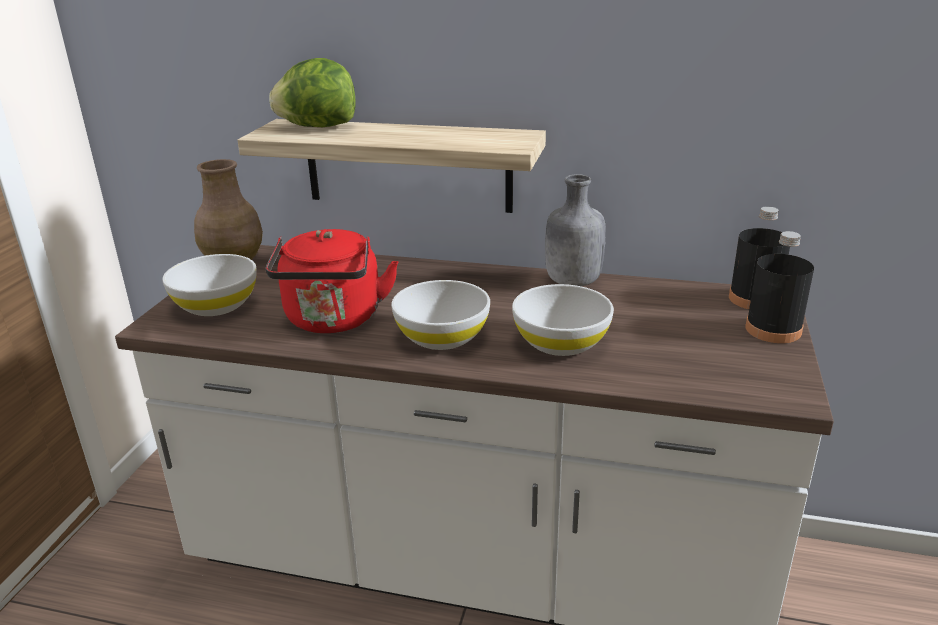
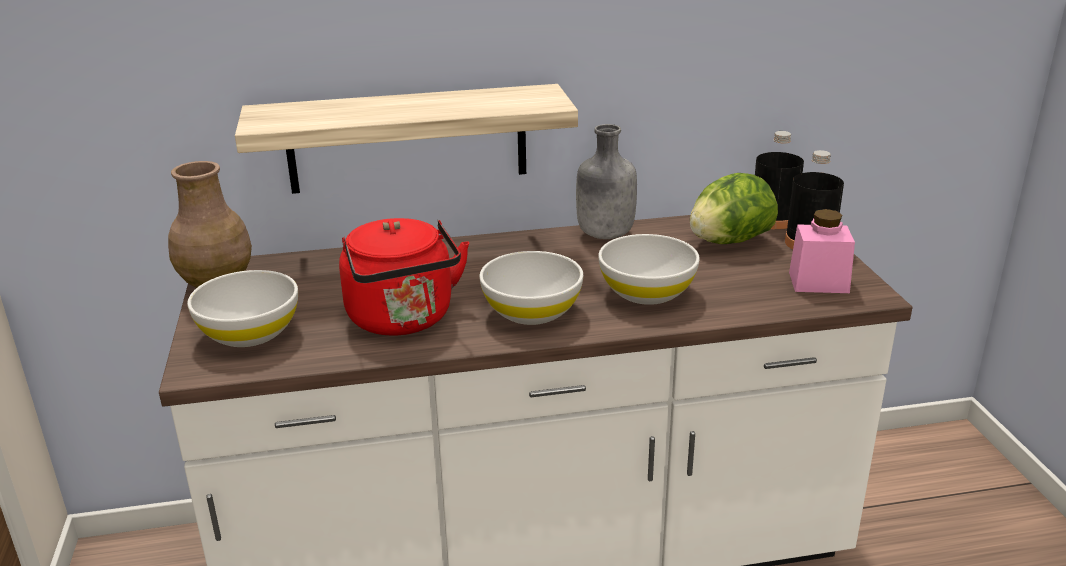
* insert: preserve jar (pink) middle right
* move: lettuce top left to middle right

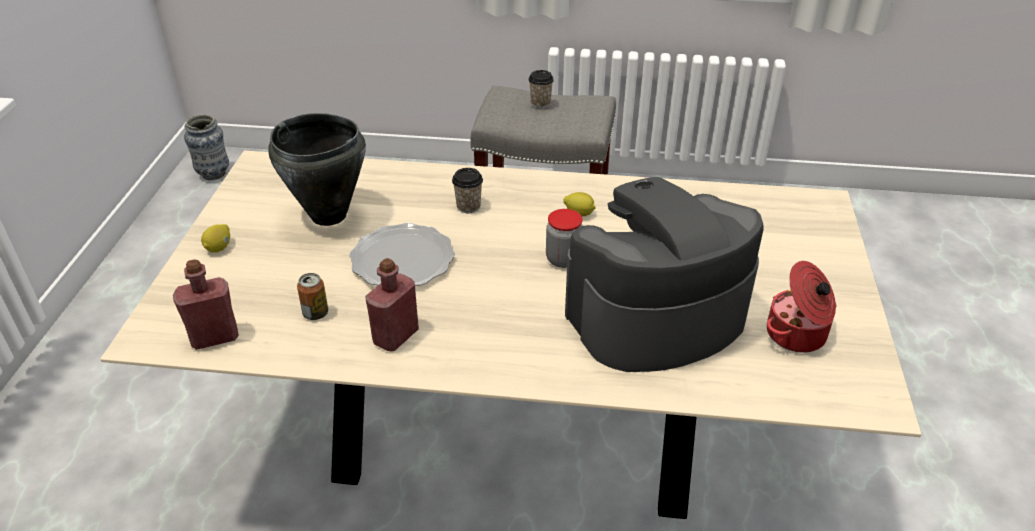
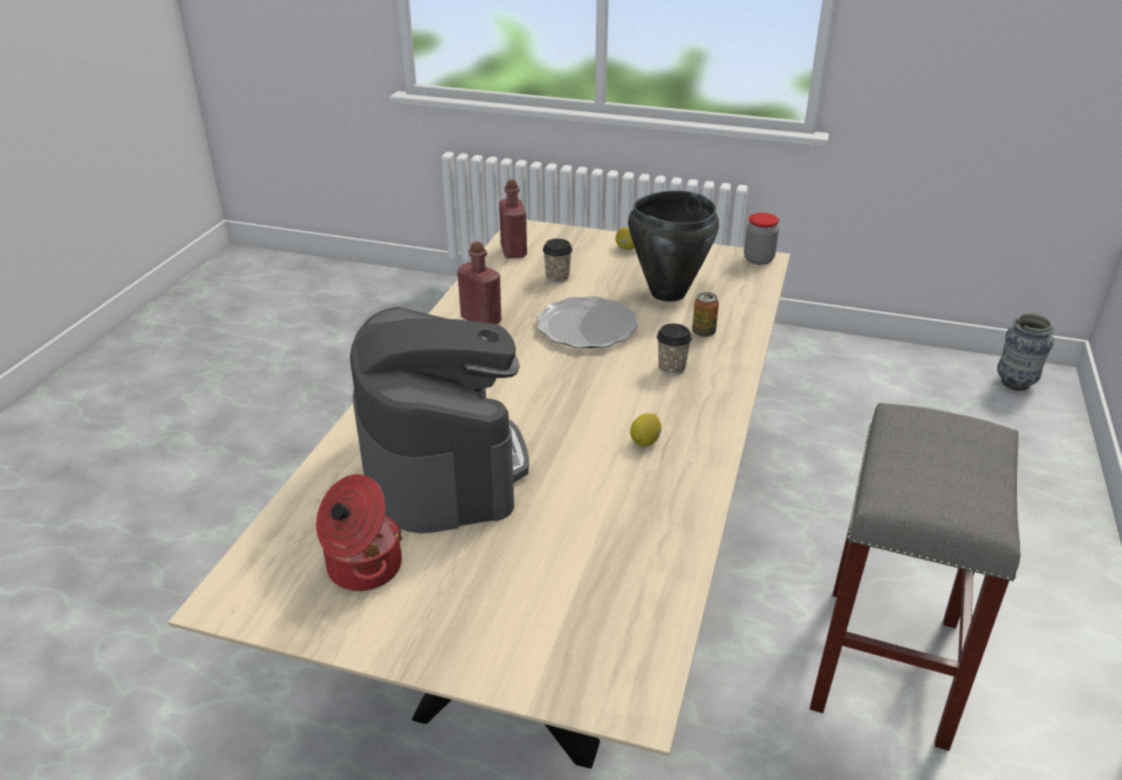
* move: can middle left to centre
* move: cup (2nd from left in the first image) top centre to cup (1st from left) centre
* move: preserve jar centre to top right

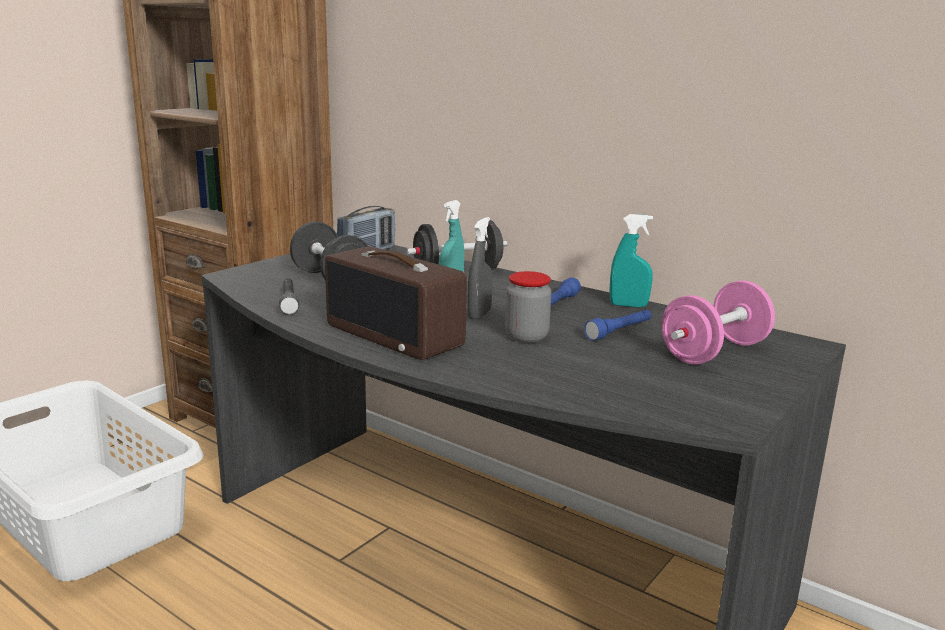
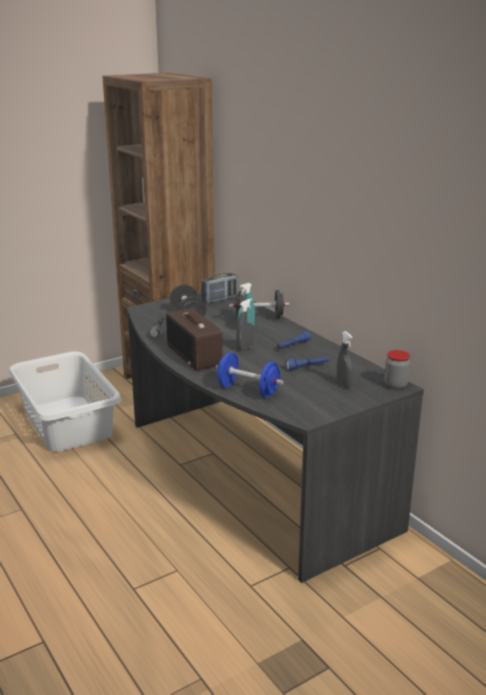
* delete: hand sprayer (blue-green) (2nd from left) middle right
* insert: hand weight (blue) centre
* move: preserve jar centre to middle right
* replace: hand weight (pink) middle right to hand sprayer (greyish) (2nd from left) middle right

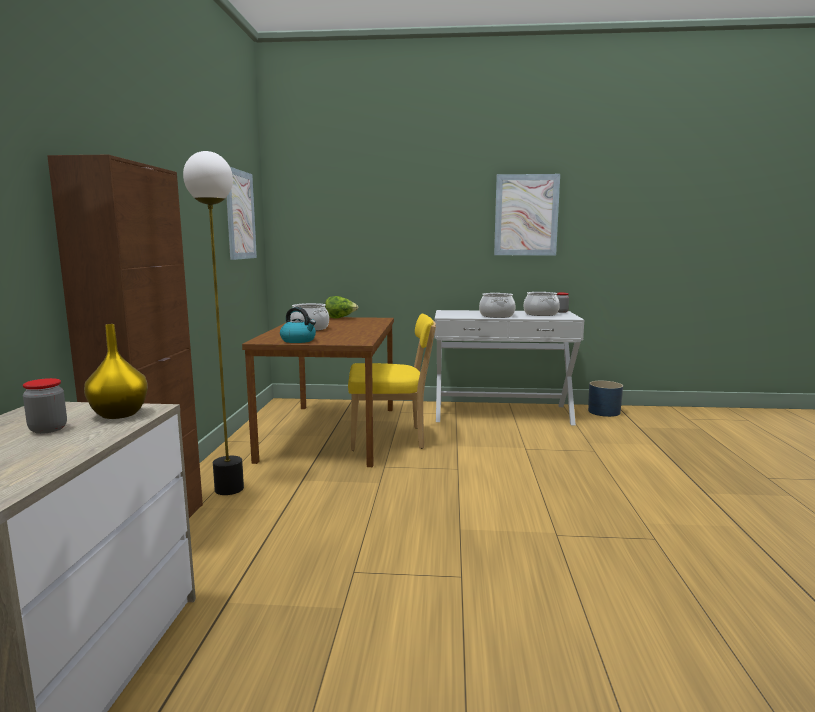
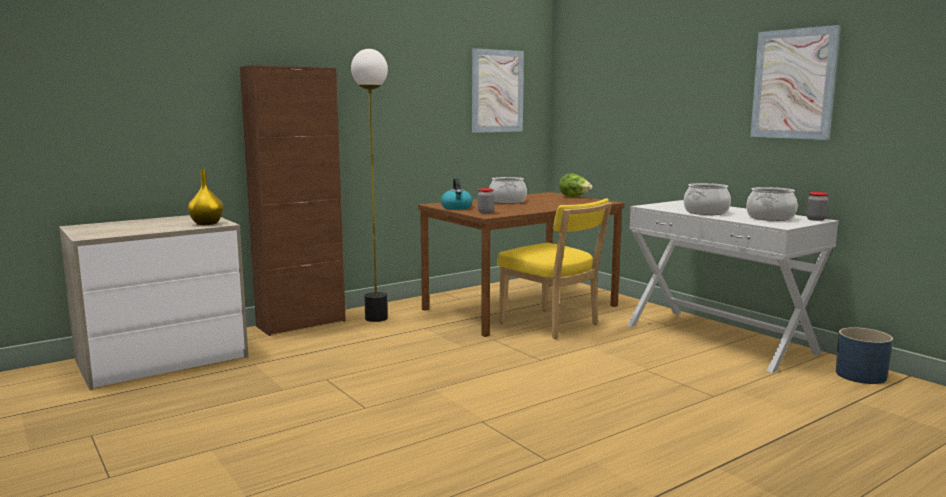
* move: preserve jar (1st from left) middle left to centre

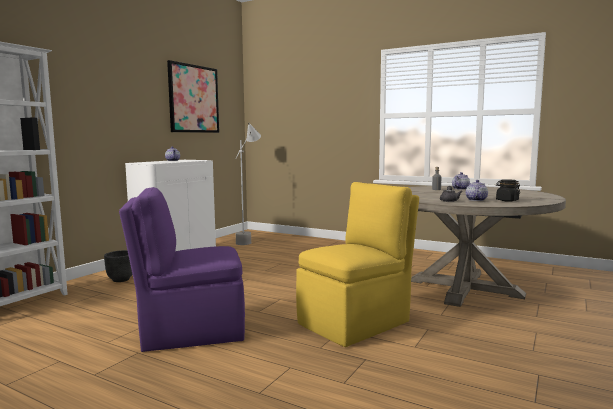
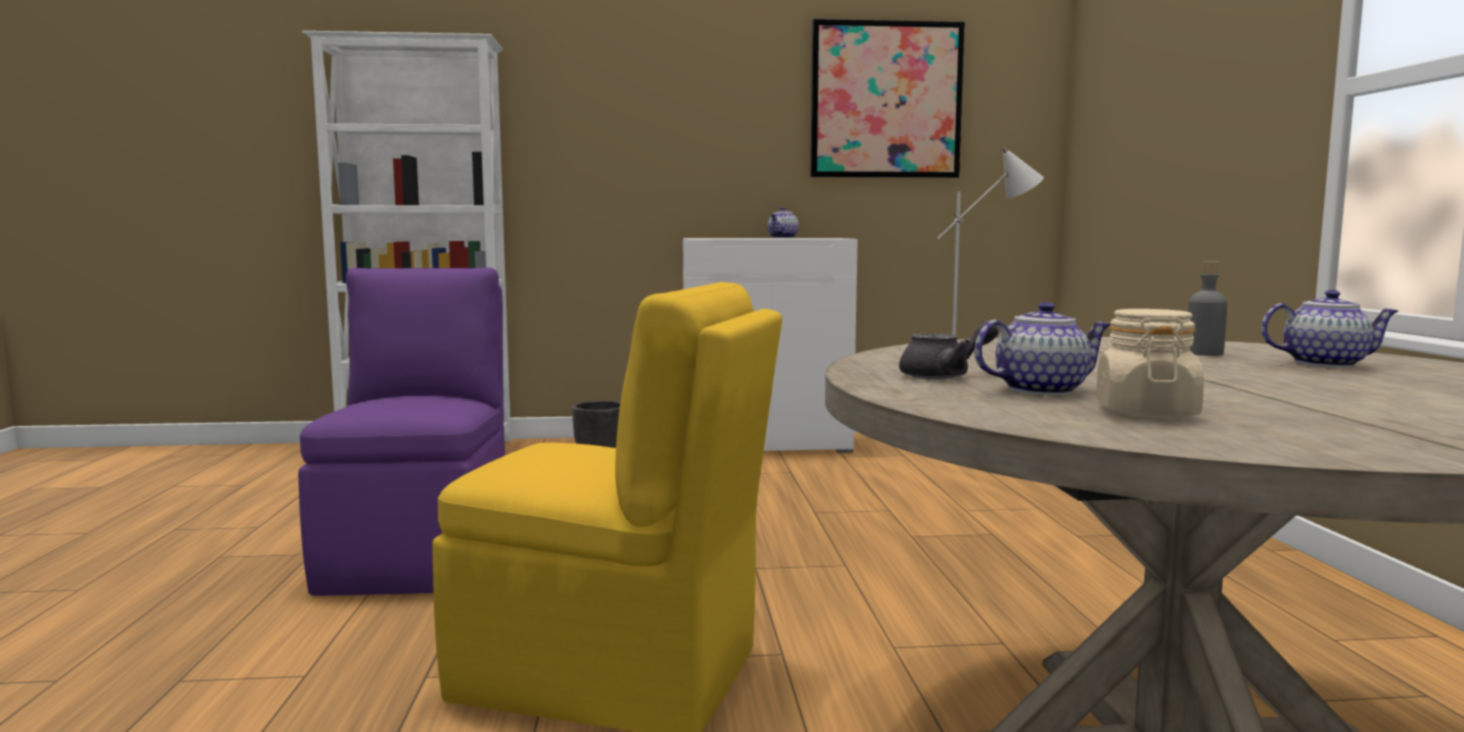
* recolor: preserve jar (black) middle right to preserve jar (beige-coloured) middle right
* rotate: plain chair (purple-coloured) middle left = middle left 45 degrees clockwise

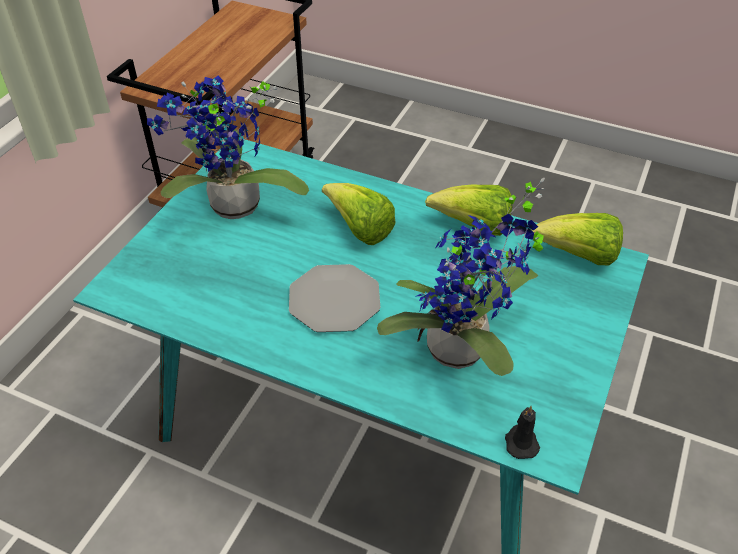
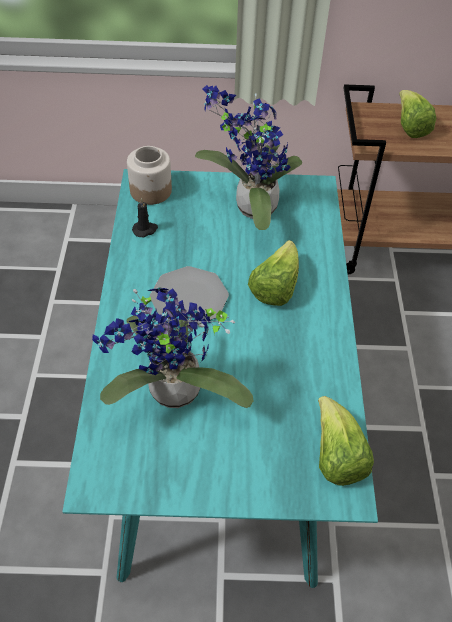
* insert: preserve jar top left
* move: lettuce (2nd from left in the first image) centre to lettuce (3rd from left) top right
* move: wax light (black) bottom right to middle left

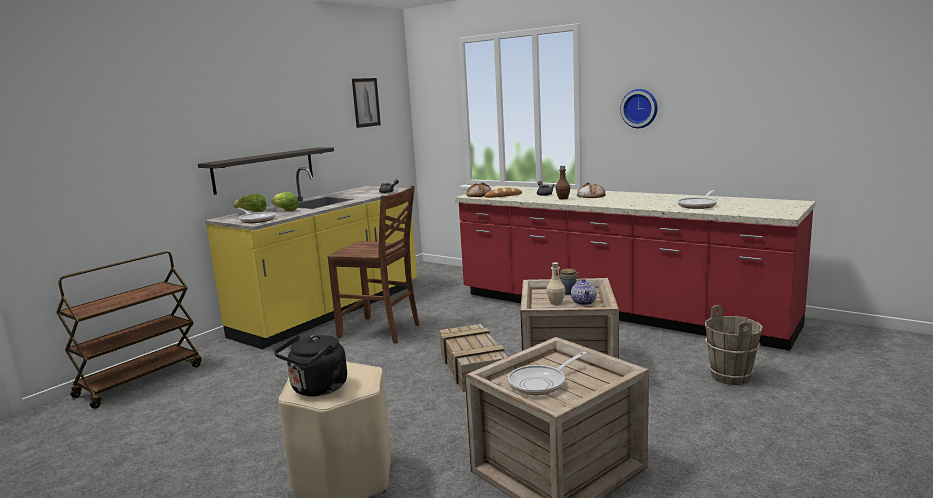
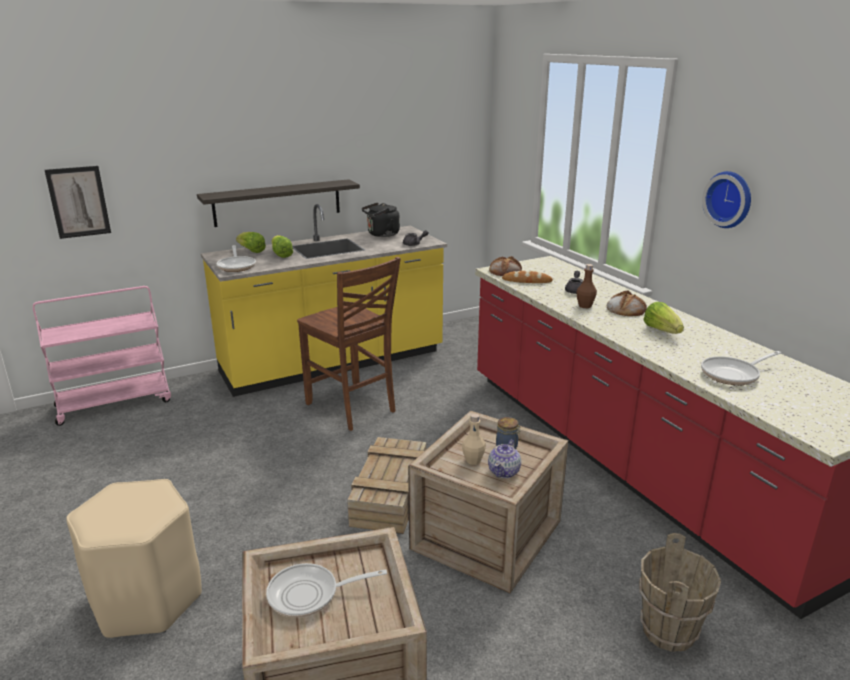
* insert: lettuce (3rd from left) middle right
* move: tea kettle (black) bottom left to top centre
* move: picture top centre to top left
* recolor: trolley (brown) middle left to trolley (pink) middle left

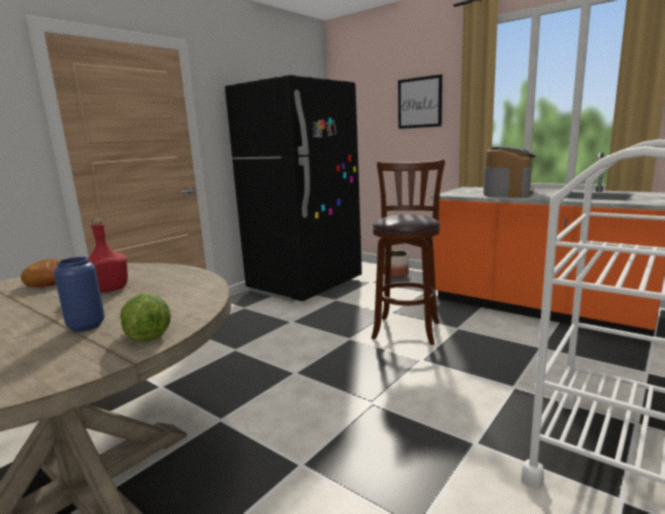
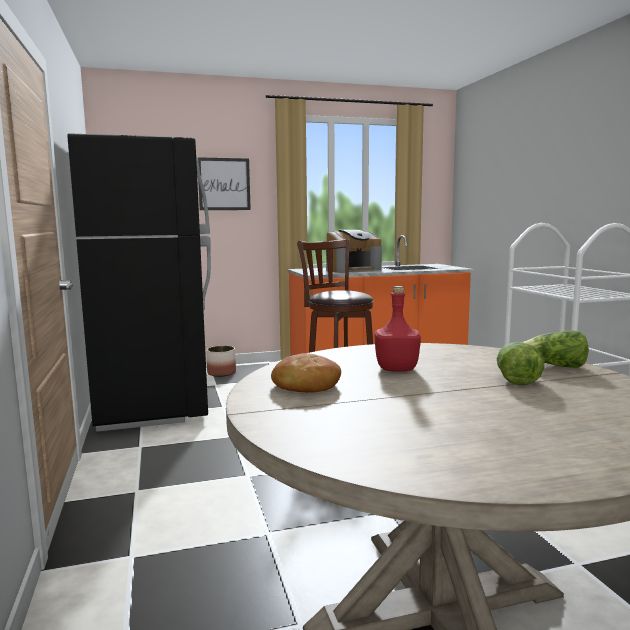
* replace: vase (blue) middle left to lettuce (1st from left) middle right
* rotate: coffee brewer middle right = centre 90 degrees clockwise

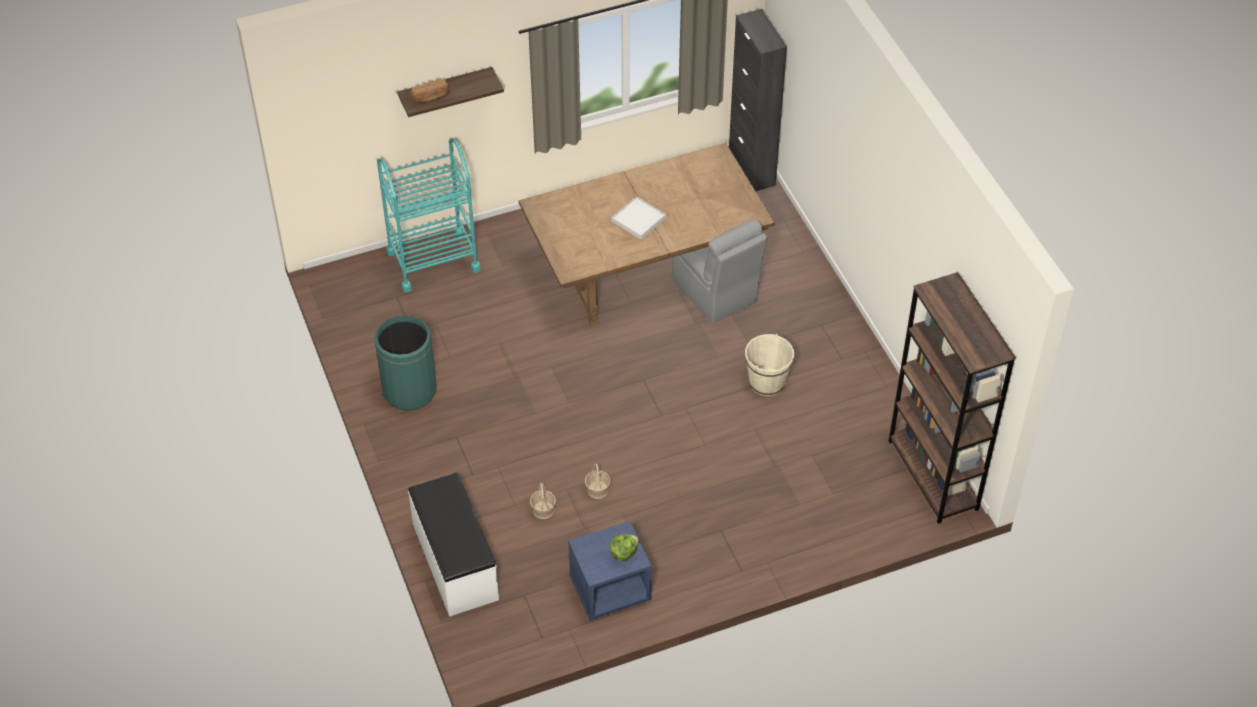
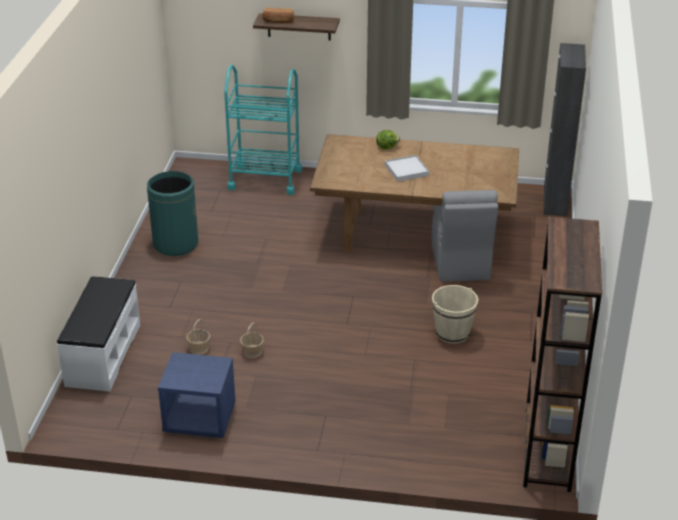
* move: lettuce bottom centre to top centre

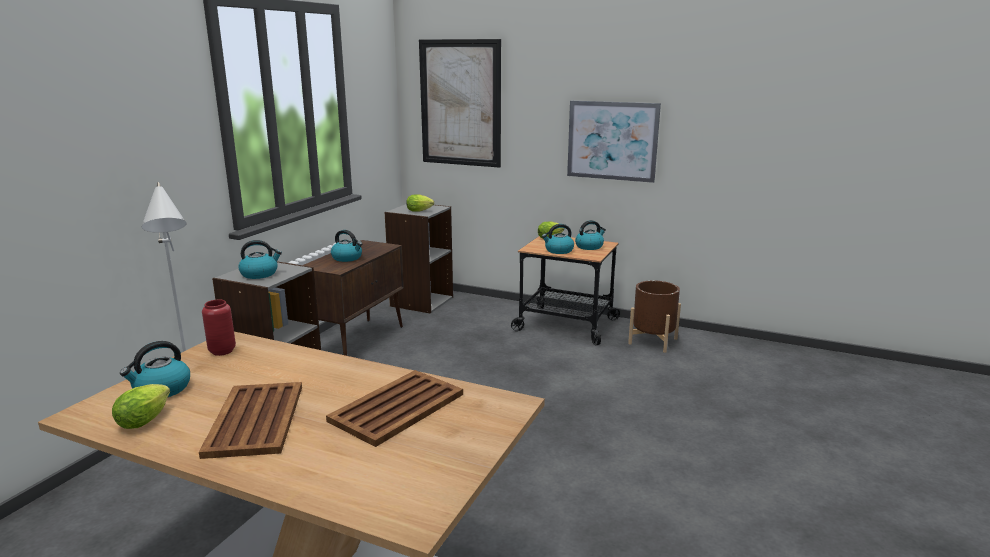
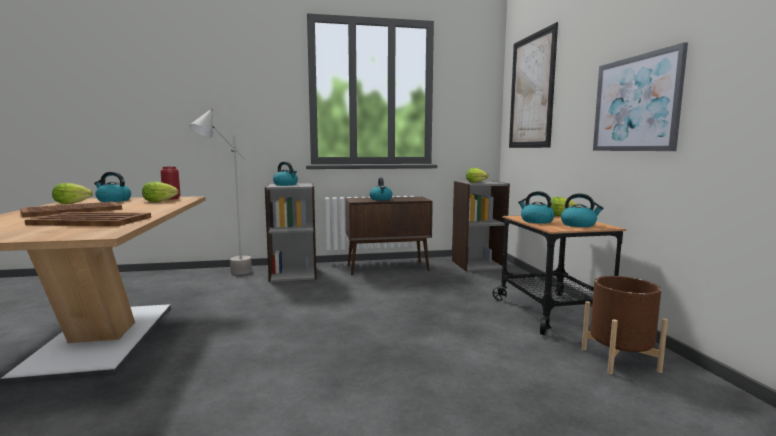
* insert: lettuce (2nd from left) middle left

